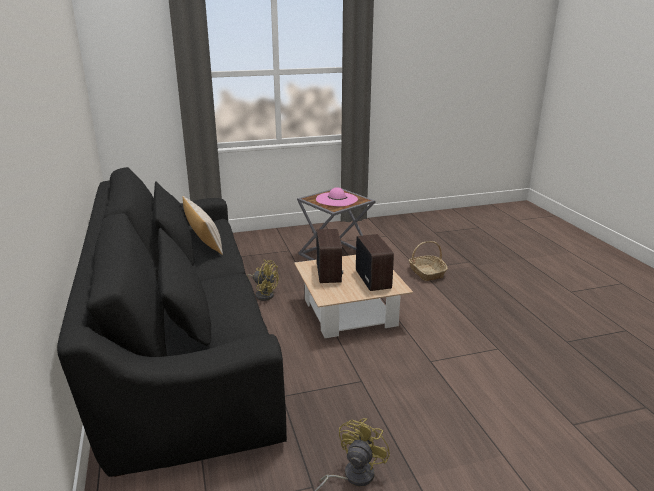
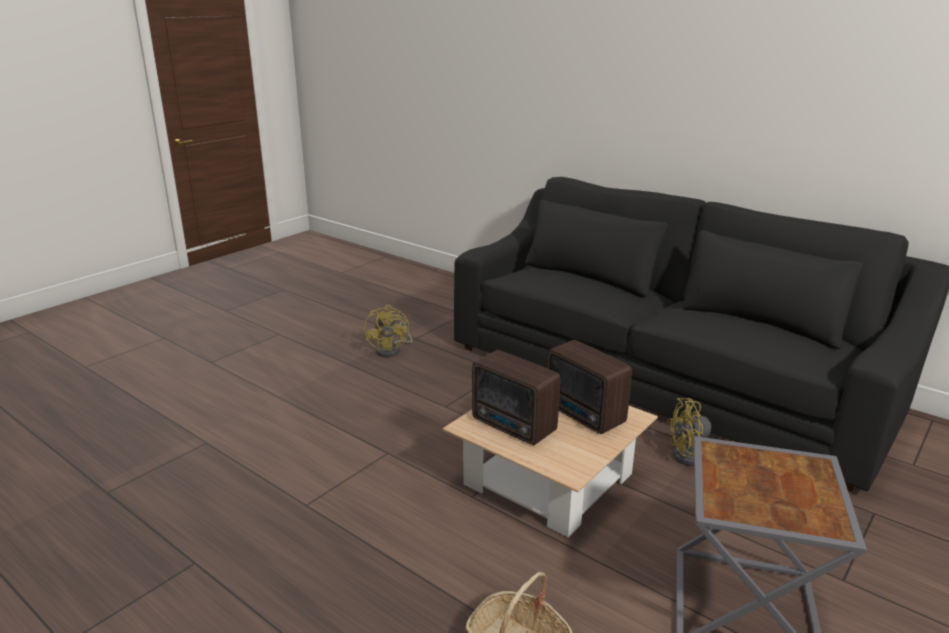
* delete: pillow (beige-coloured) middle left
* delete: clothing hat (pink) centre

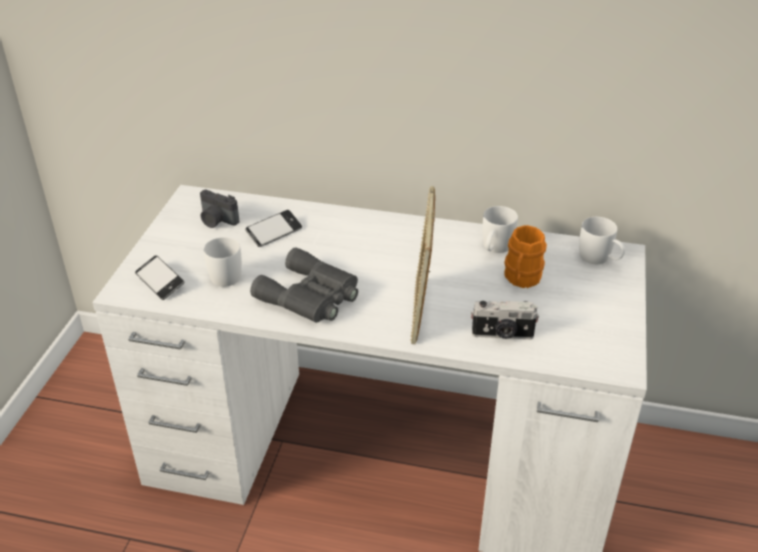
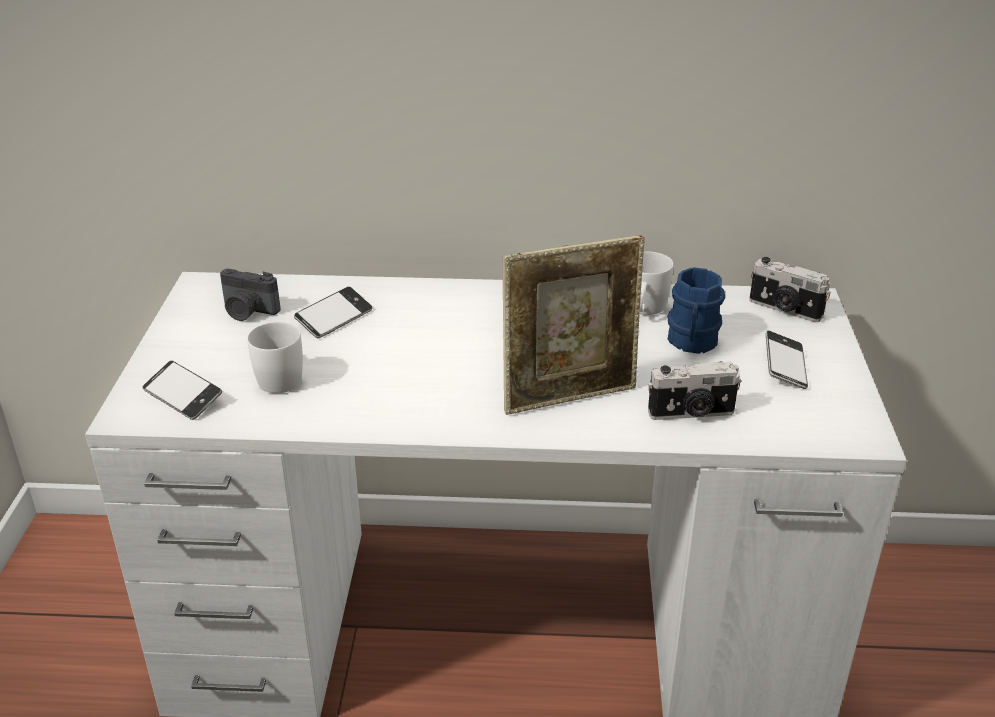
* delete: field glasses (greyish) centre
* insert: phone (3rd from left) middle right
* replace: tea mug (white-coloured) (3rd from left) middle right to photo camera (3rd from left) middle right
* recolor: tea mug (orangey) middle right to tea mug (blue) middle right
* rotate: standing frame centre = centre 105 degrees counterclockwise

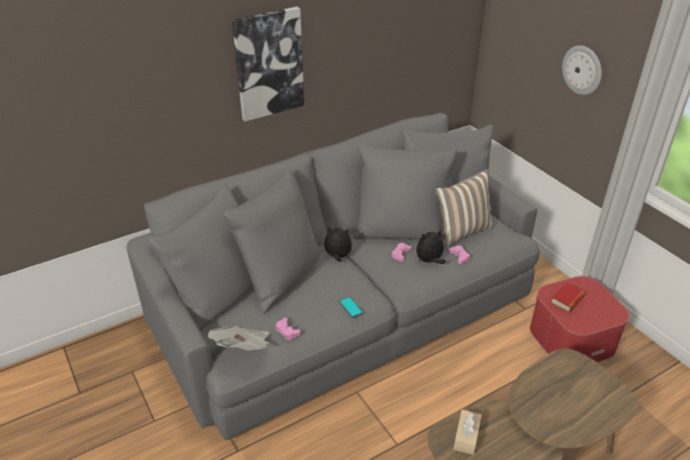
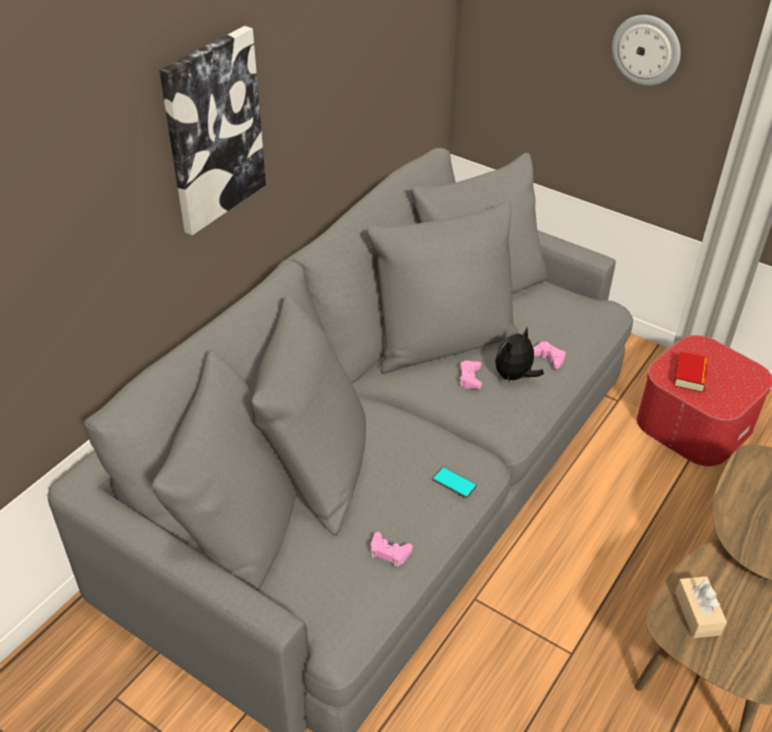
* delete: printed paper bottom centre
* delete: plush toy (1st from left) centre
* delete: pillow middle right

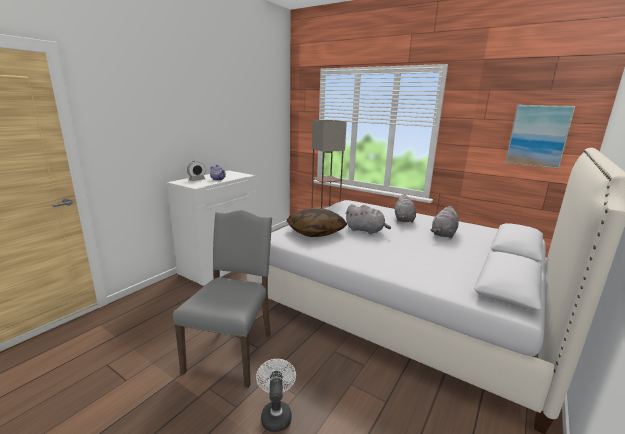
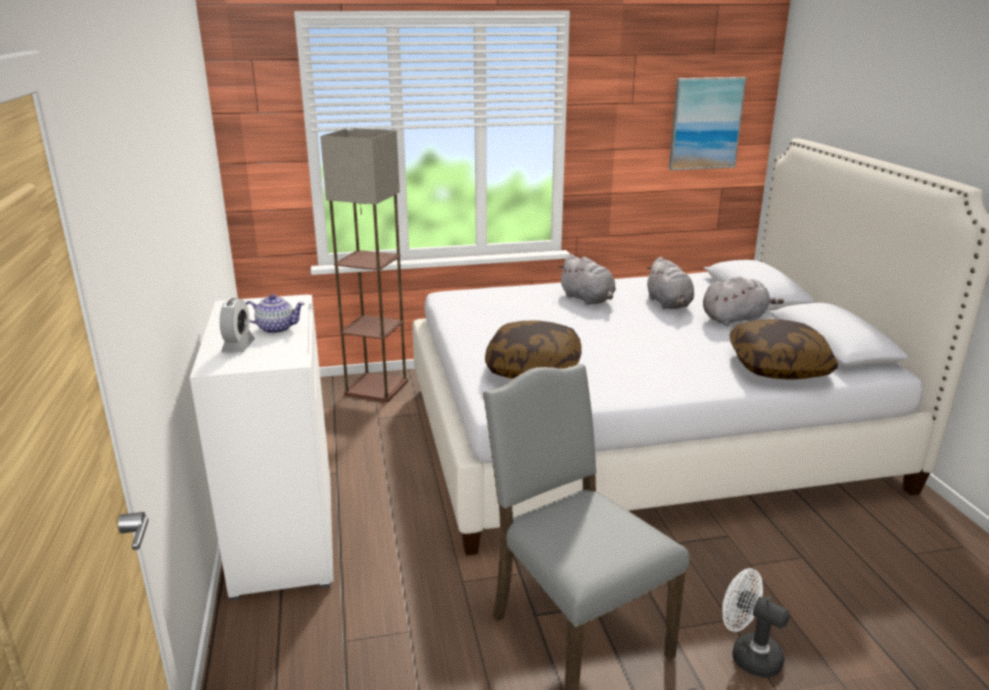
* insert: pillow (2nd from left) middle right
* move: plush toy (greyish) (1st from left in the first image) centre to plush toy (greyish) (3rd from left) middle right

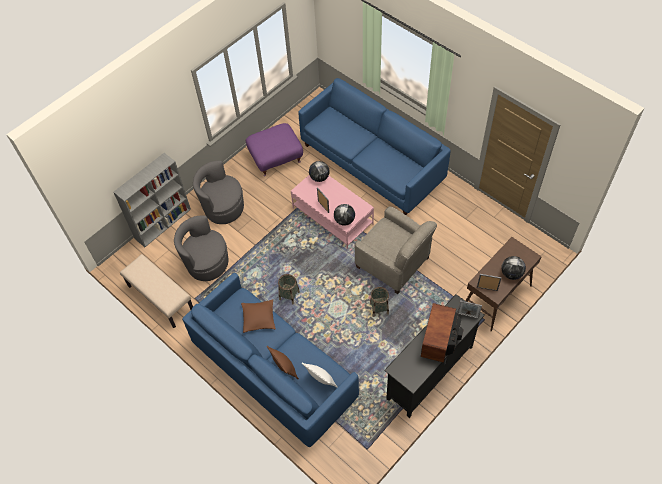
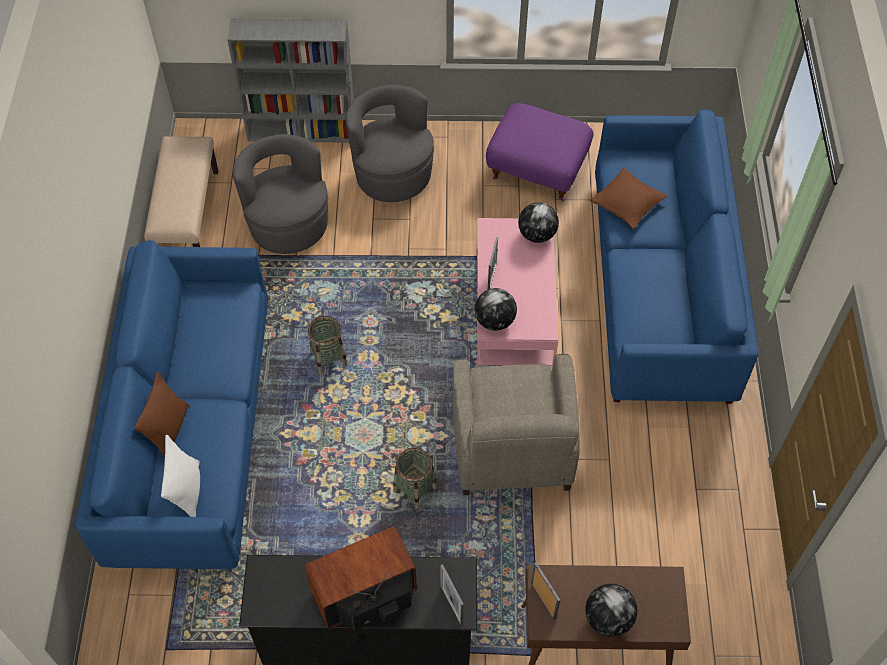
* move: pillow (brown) (1st from left in the first image) centre to pillow (brown) (2nd from left) top right

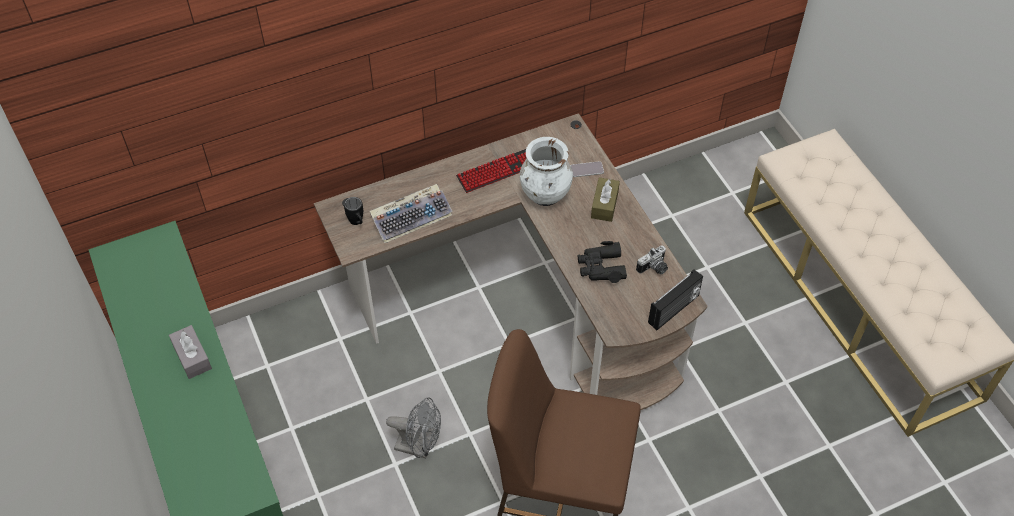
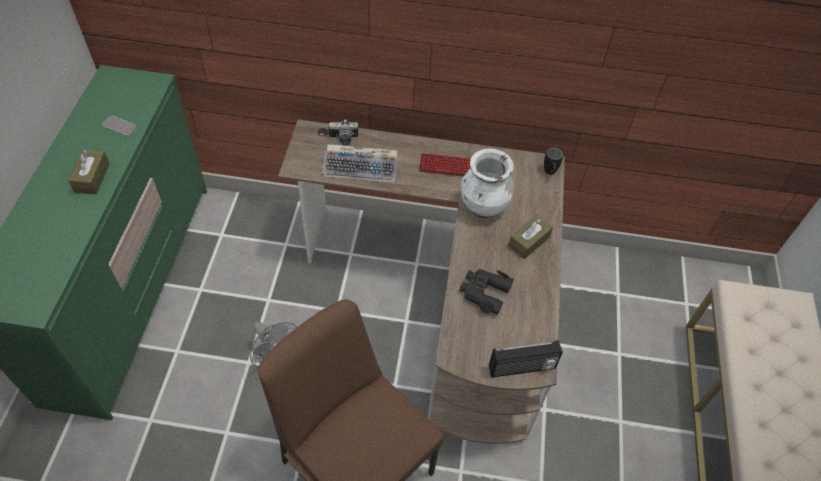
* move: tea mug (black) centre to middle right
* move: phone top centre to top left
* move: photo camera centre to top centre
* recolor: tissue box (greyish) bottom left to tissue box (brown) (1st from left) middle left

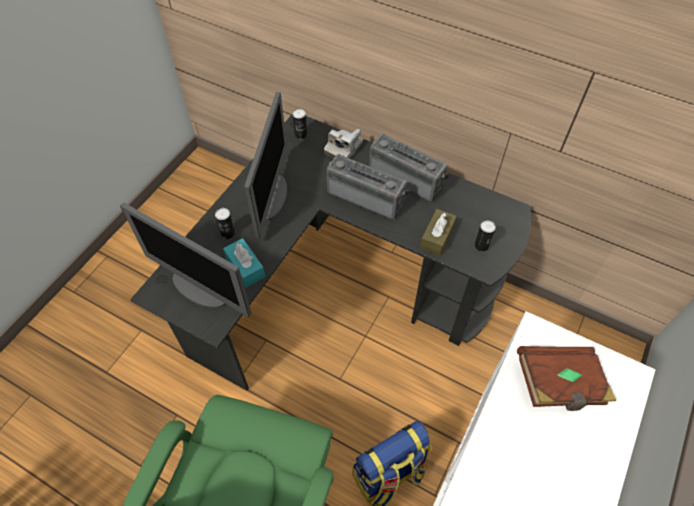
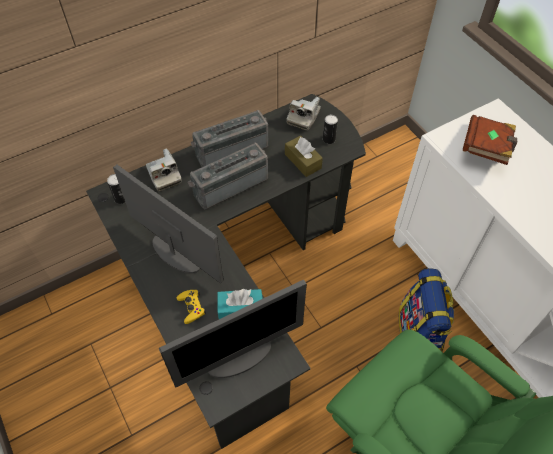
* insert: photo camera (2nd from left) top centre
* replace: can (1st from left) middle left to game controller (yellowish) bottom centre

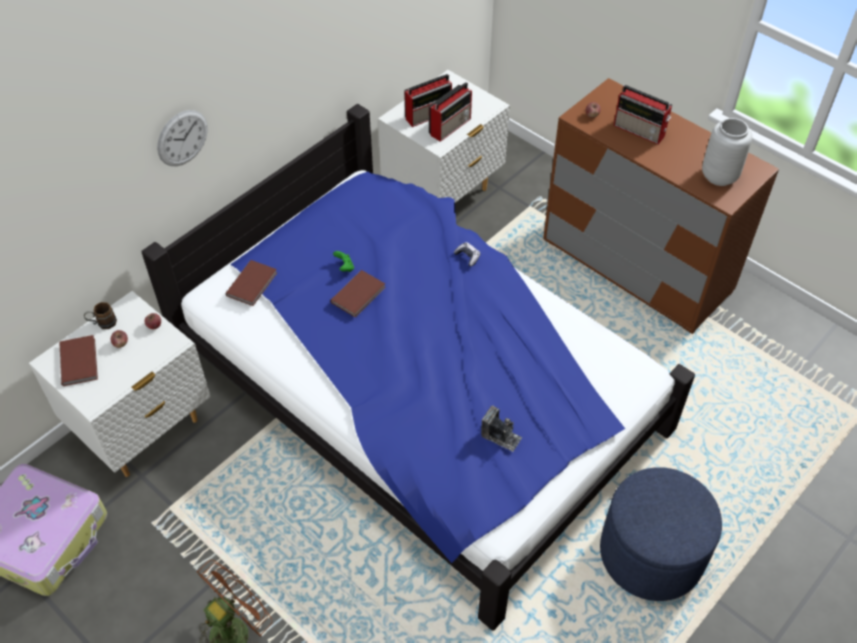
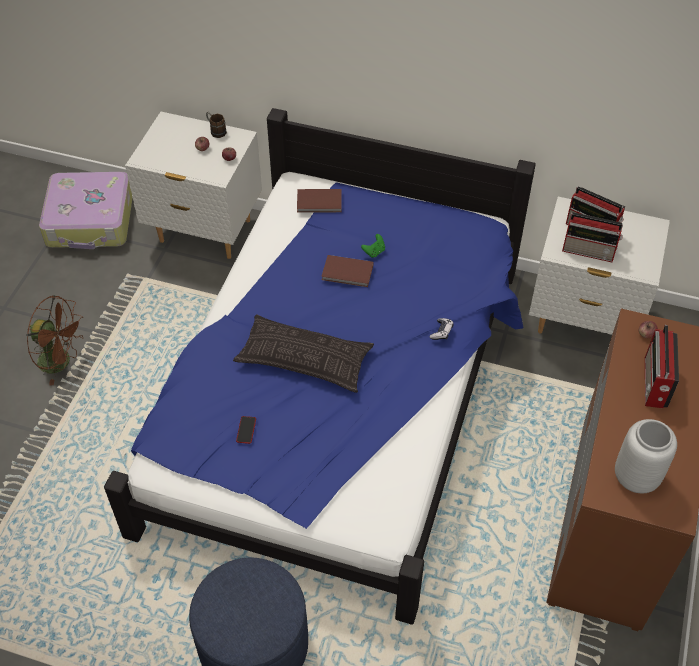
* delete: book (brown) (1st from left) middle left
* delete: clock on the wall top left
* insert: pillow centre
* replace: photo camera bottom centre to phone centre

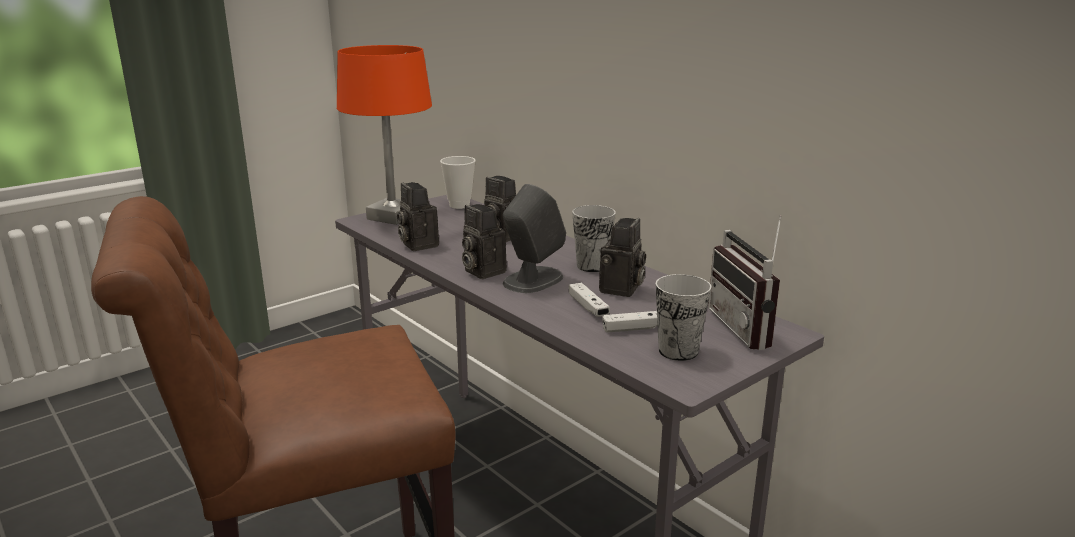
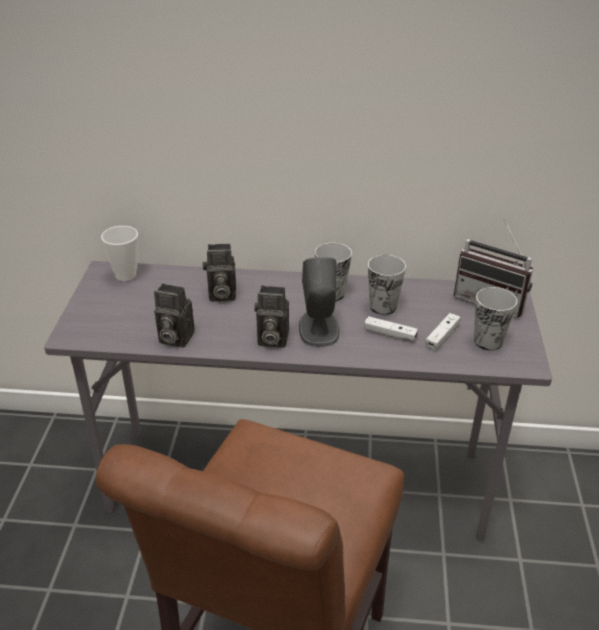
* delete: lamp for a table (orangey) top centre
* replace: photo camera (4th from left) centre to cup (3rd from left) centre

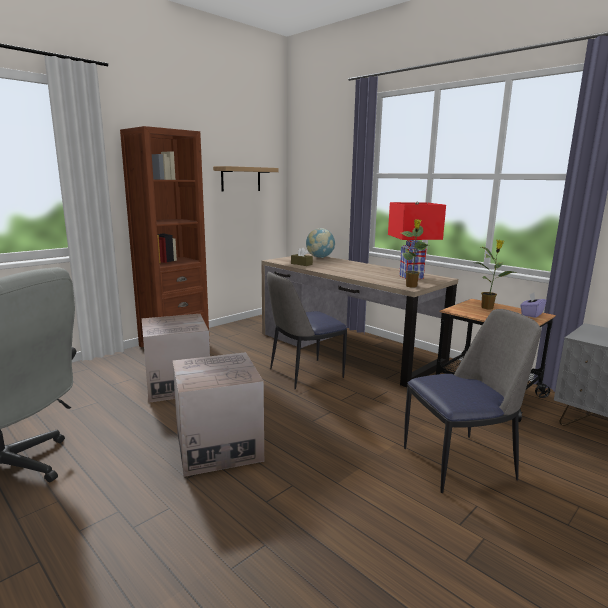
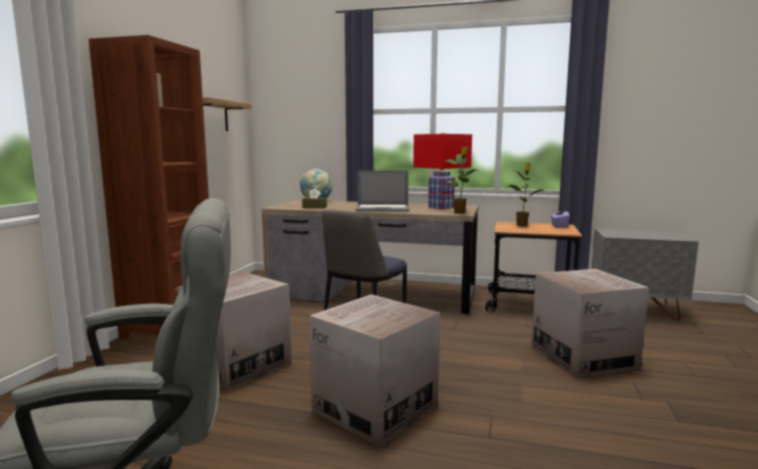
* insert: laptop centre
* replace: plain chair (2nd from left) middle right to carton (3rd from left) bottom right

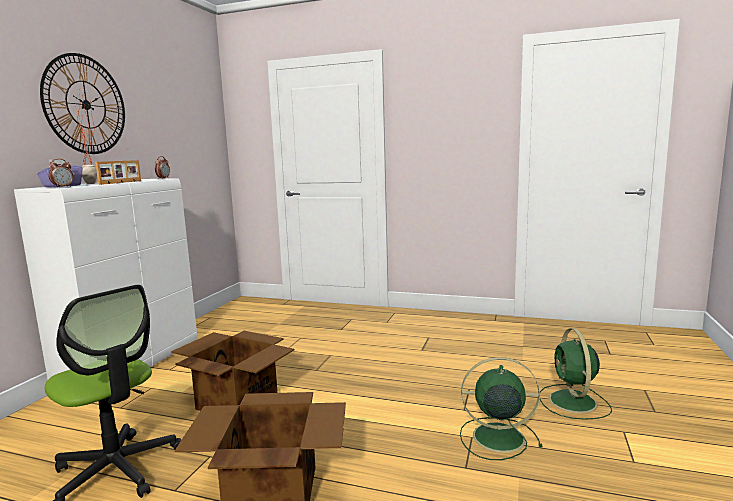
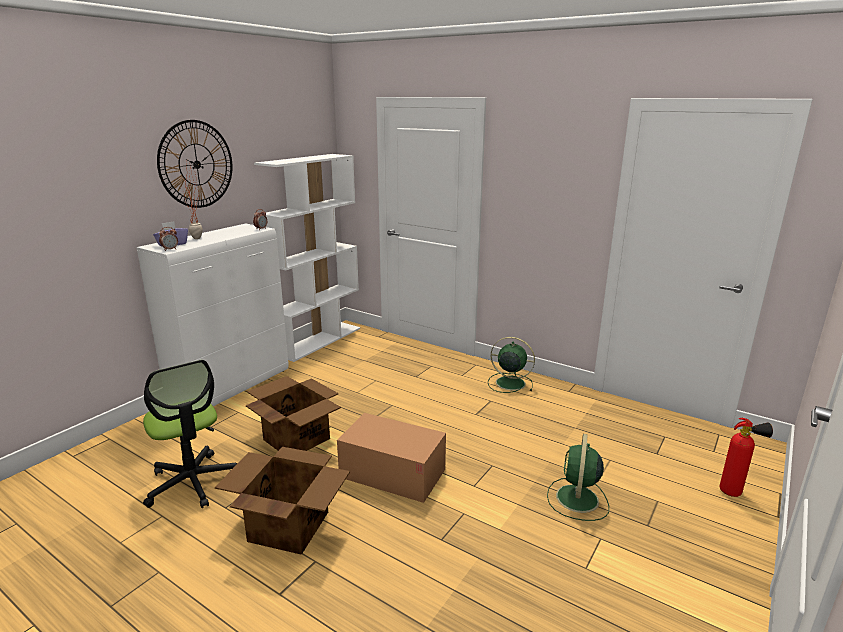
* delete: standing frame middle left
* insert: shelving unit (white-coloured) centre
* insert: carton (3rd from left) bottom centre
* insert: extinguisher bottom right
* move: electric fan (green-coloured) (1st from left) bottom right to centre

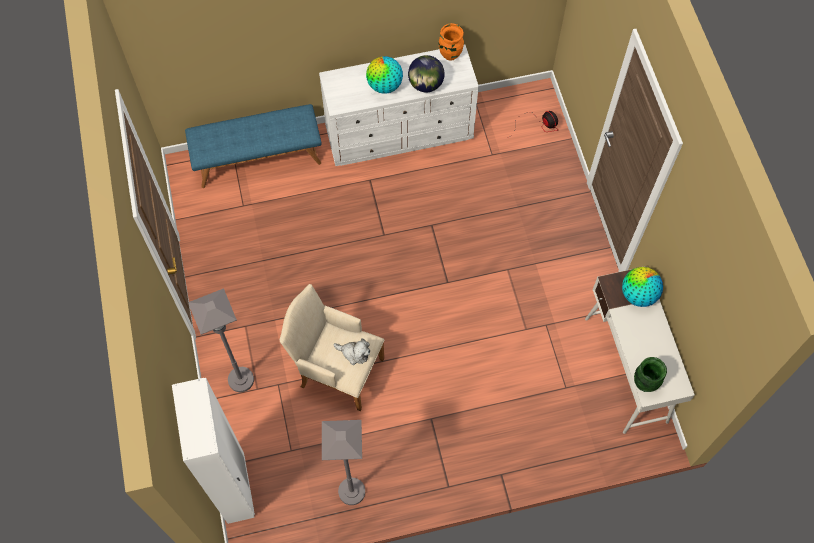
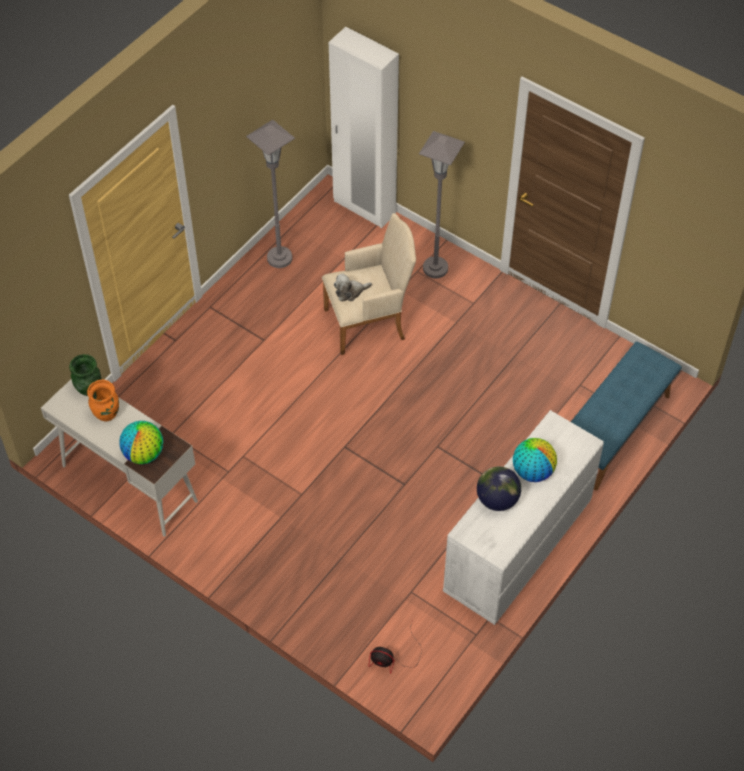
* move: vase (orangey) top centre to middle left

